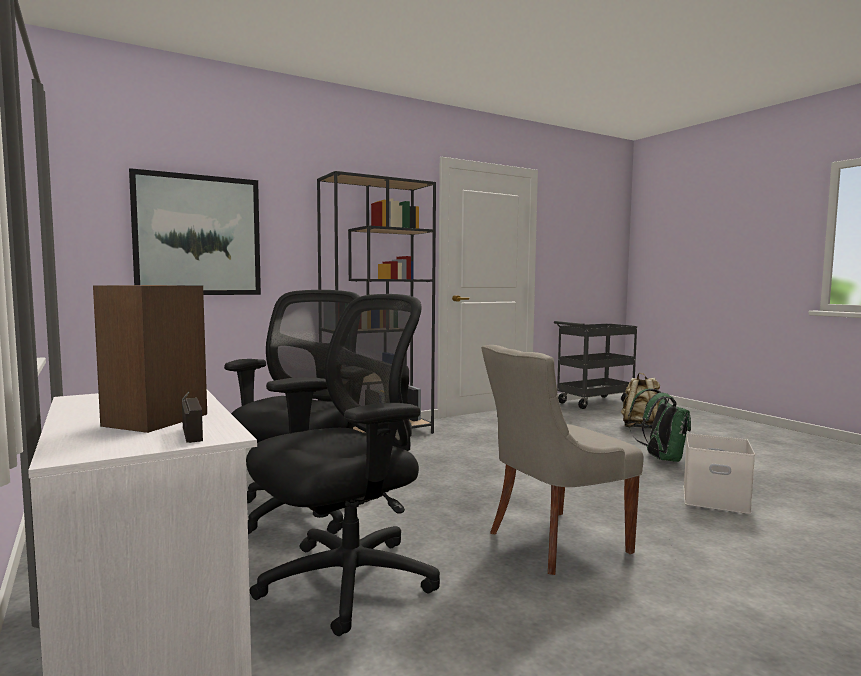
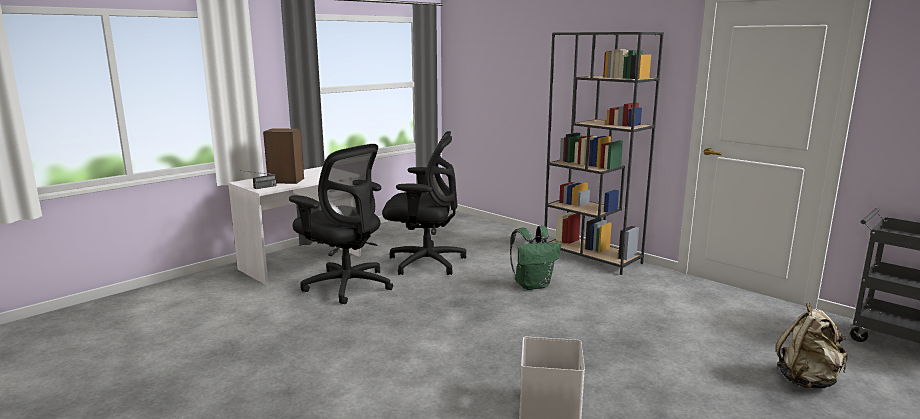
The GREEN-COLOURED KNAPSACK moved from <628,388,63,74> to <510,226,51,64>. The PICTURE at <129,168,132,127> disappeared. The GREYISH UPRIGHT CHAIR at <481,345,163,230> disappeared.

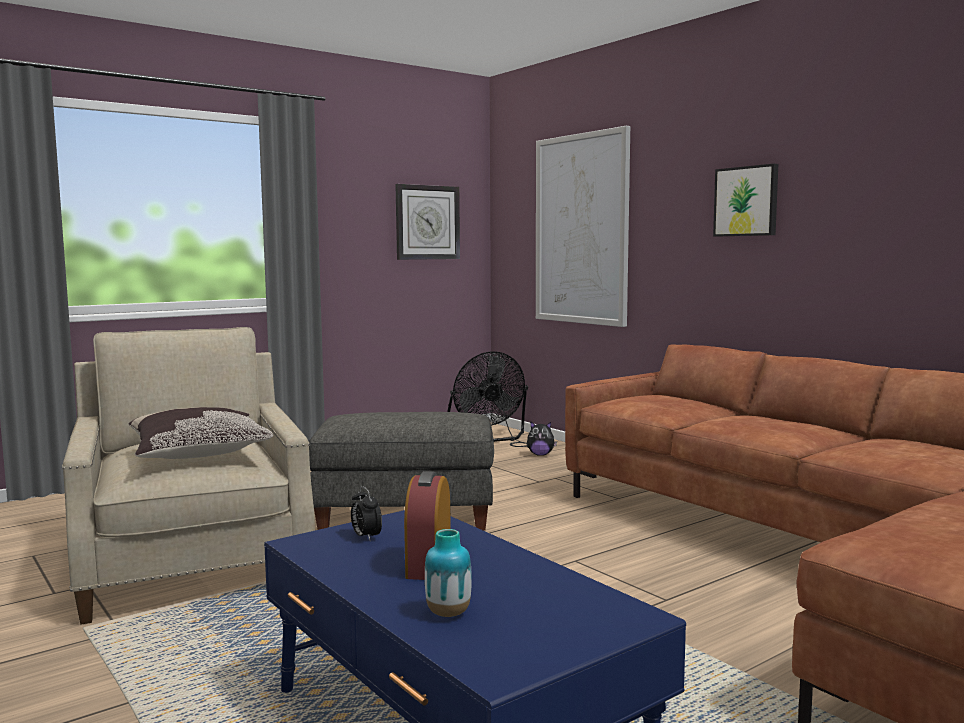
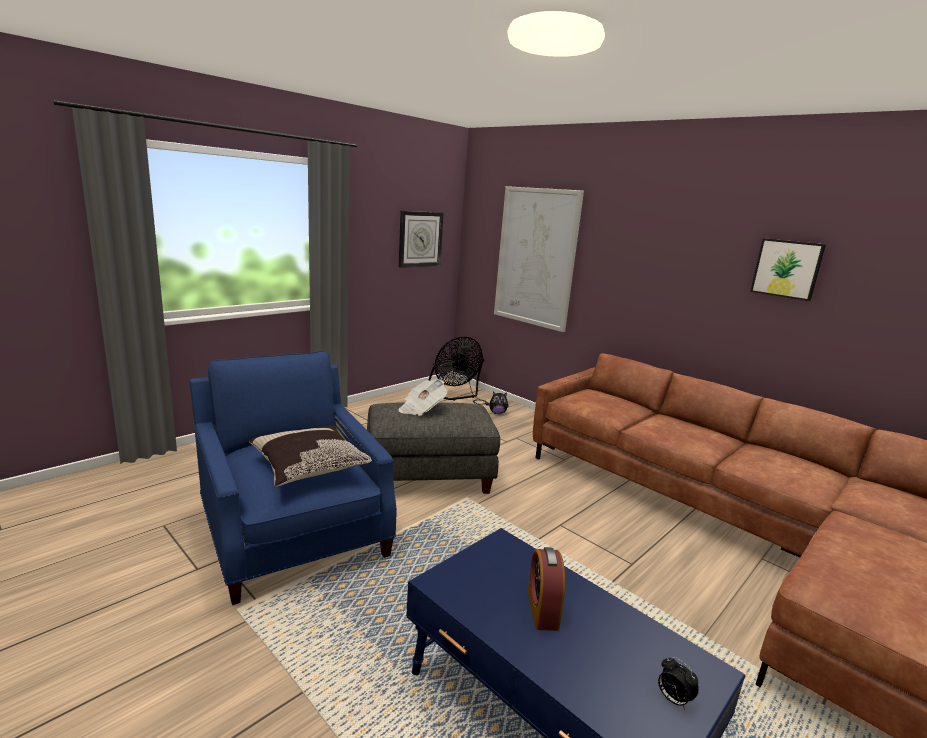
The BEIGE ARMCHAIR at <62,327,253,298> became the BLUE-COLOURED ARMCHAIR at <189,351,208,254>. The DAILY PAPER at <398,379,49,37> appeared. The TABLE CLOCK moved from <351,486,31,54> to <658,657,41,53>. The PICTURE moved from <713,164,65,72> to <750,238,76,63>. The VASE at <425,529,47,88> disappeared.

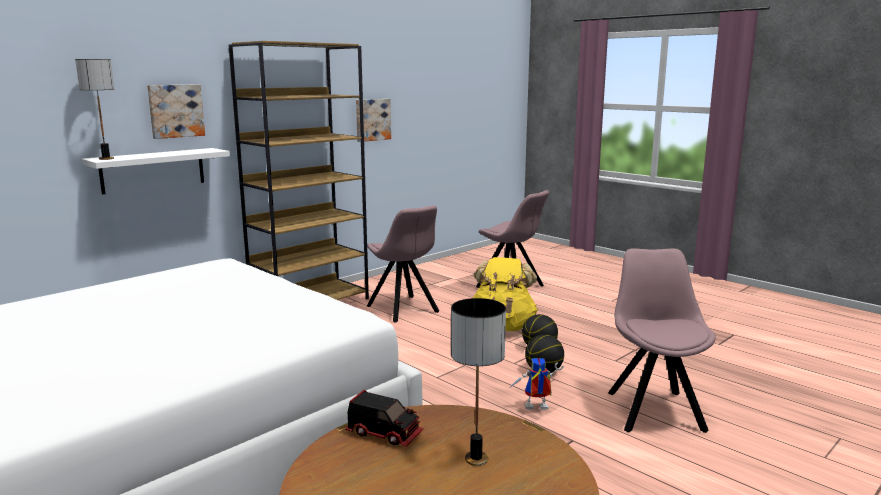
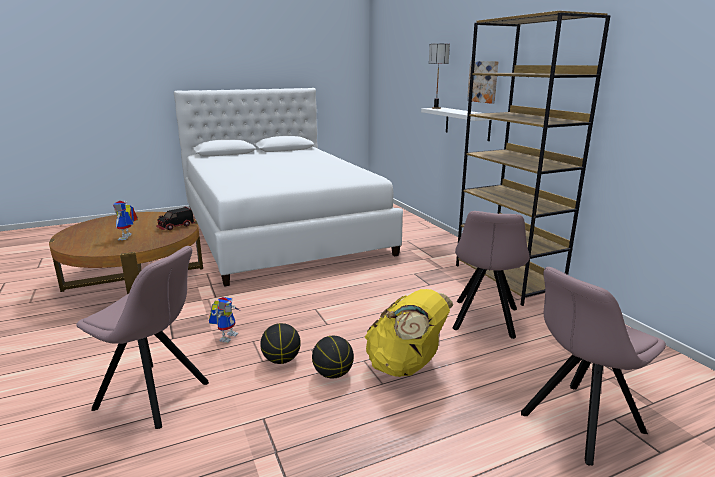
The LAMP FOR A TABLE at <451,298,55,168> was replaced by the MODEL ROBOT at <113,201,25,39>. The PINKISH UPRIGHT CHAIR at <367,205,72,117> turned 60 degrees counterclockwise. The PICTURE at <356,99,35,43> disappeared.

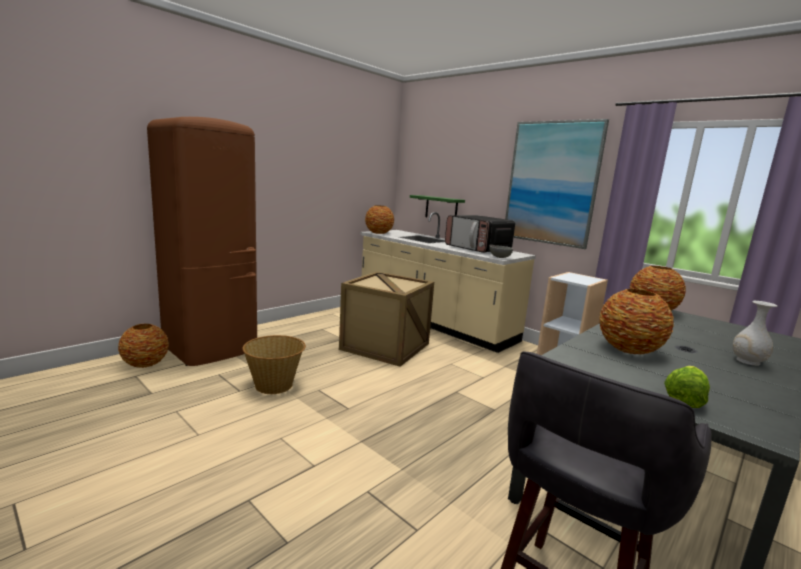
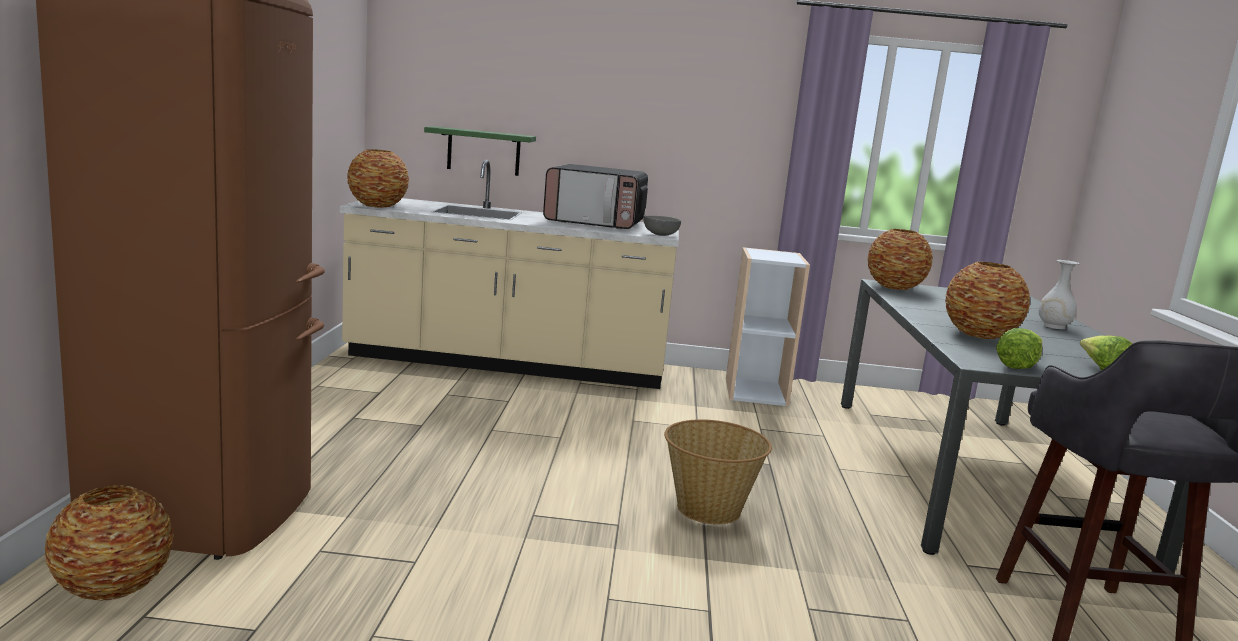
The BASKET moved from <243,335,63,59> to <664,419,108,105>. The LETTUCE HEAD at <996,328,46,41> appeared. The CRATE at <339,271,95,96> disappeared. The PICTURE at <505,119,104,130> disappeared.

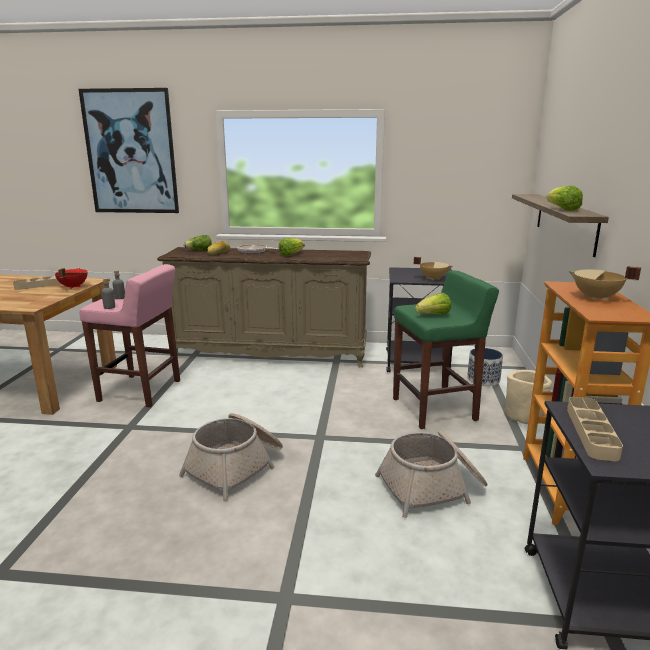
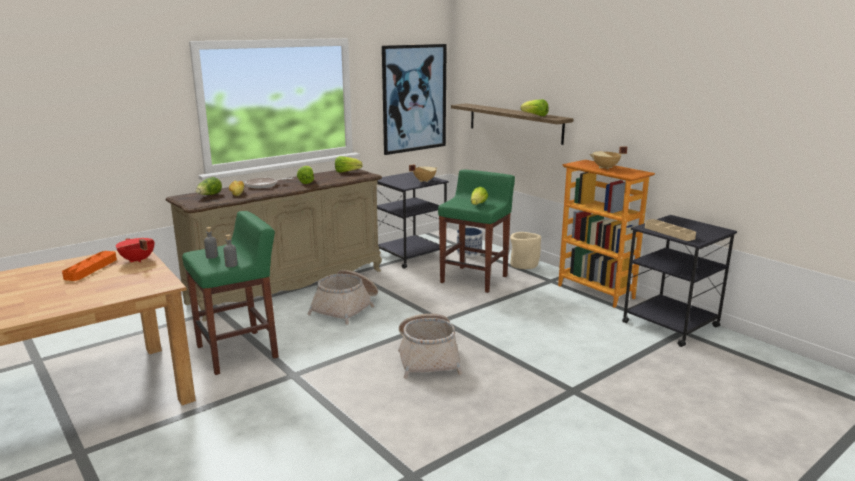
The BEIGE TRAY at <13,276,49,14> became the ORANGEY TRAY at <62,251,55,30>. The PINKISH SITTING STOOL at <79,264,101,143> became the GREEN-COLOURED SITTING STOOL at <182,211,97,164>. The BASKET moved from <375,430,113,88> to <308,270,70,55>. The LETTUCE HEAD at <335,156,28,17> appeared. The PICTURE moved from <78,88,101,125> to <382,44,65,111>.

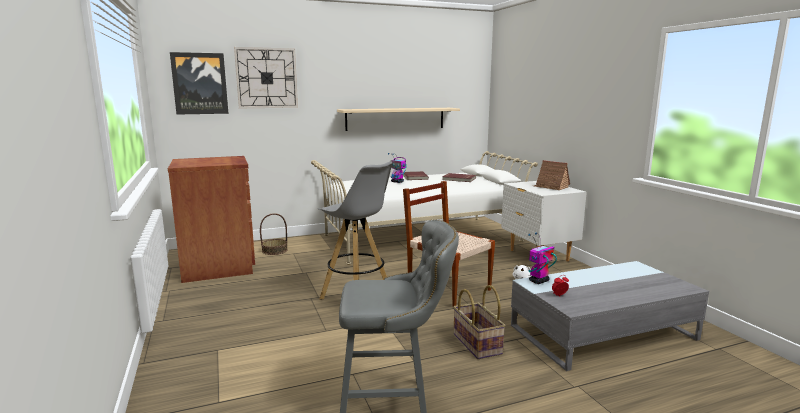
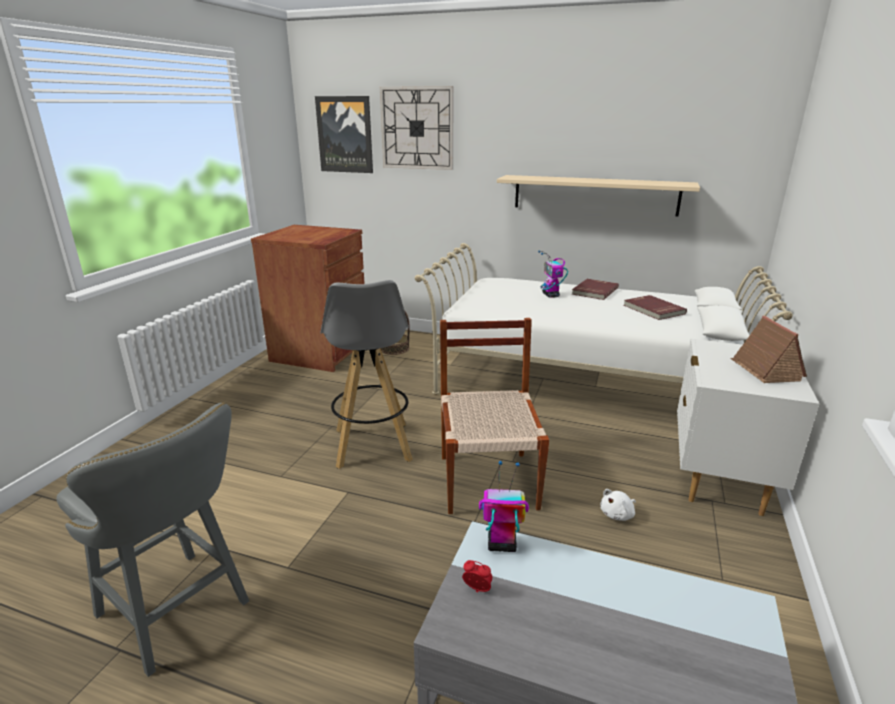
The BASKET at <454,285,52,74> disappeared.

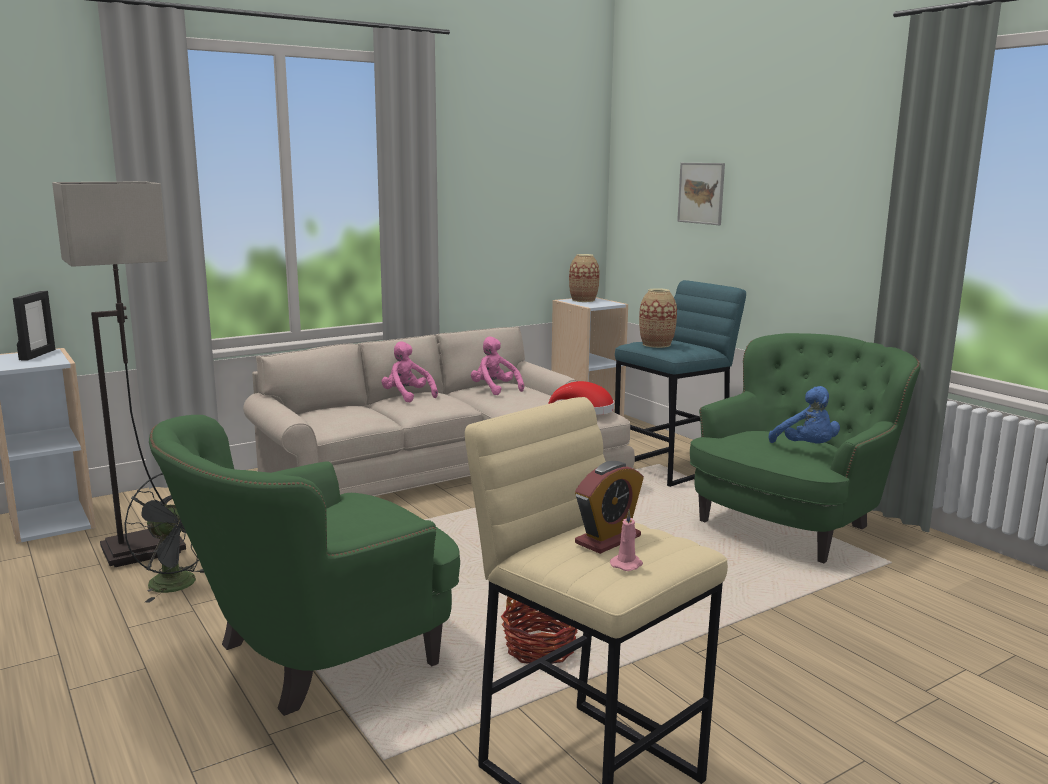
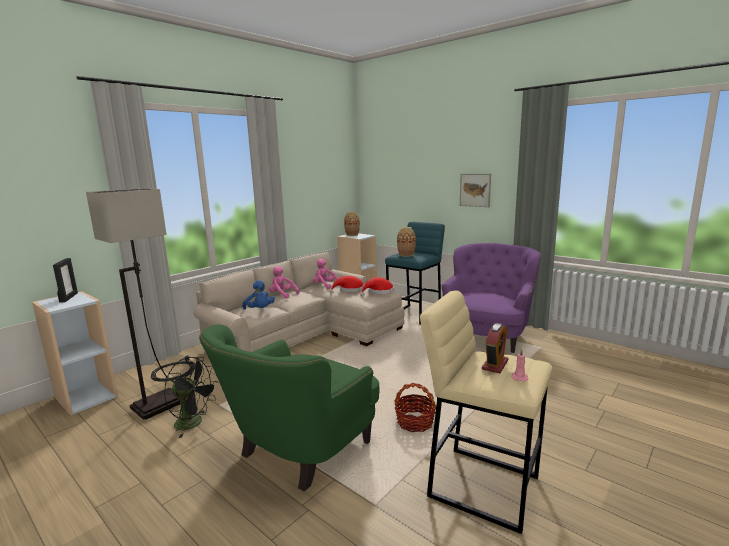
The BLUE-COLOURED CUDDLY TOY moved from <769,386,71,58> to <242,280,33,30>. The RED-COLOURED CLOTHING HAT at <330,276,34,18> appeared. The GREEN-COLOURED ARMCHAIR at <690,333,231,230> became the PURPLE ARMCHAIR at <441,243,100,110>. The PICTURE moved from <677,163,48,62> to <460,174,31,33>.

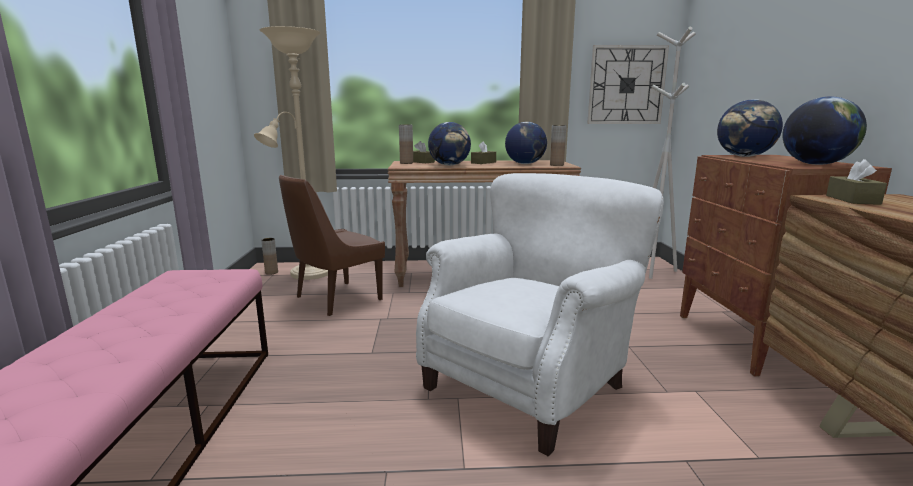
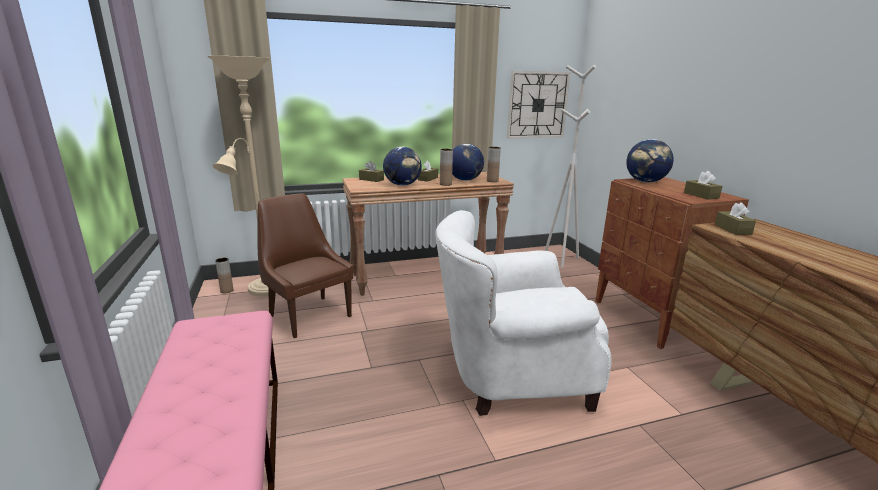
The BROWN UPRIGHT CHAIR at <279,175,106,141> turned 105 degrees clockwise. The WHITISH ARMCHAIR at <416,173,248,283> turned 120 degrees counterclockwise. The BROWN VASE moved from <399,125,14,39> to <440,149,13,37>. The GLOBE at <782,96,85,69> was replaced by the BROWN TISSUE BOX at <684,171,38,29>.

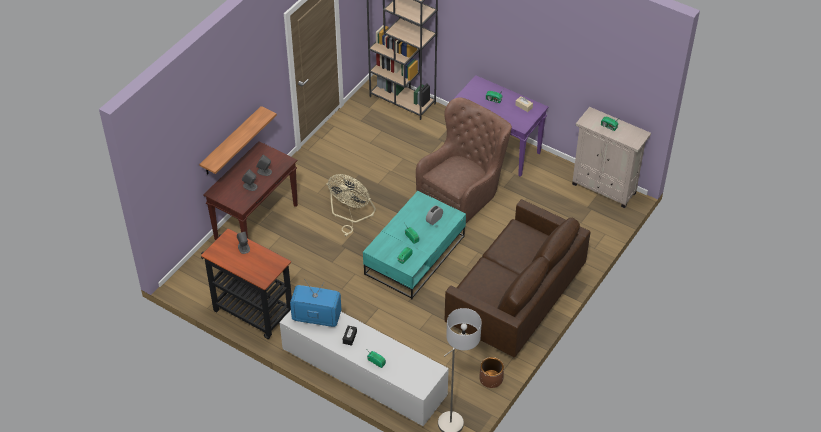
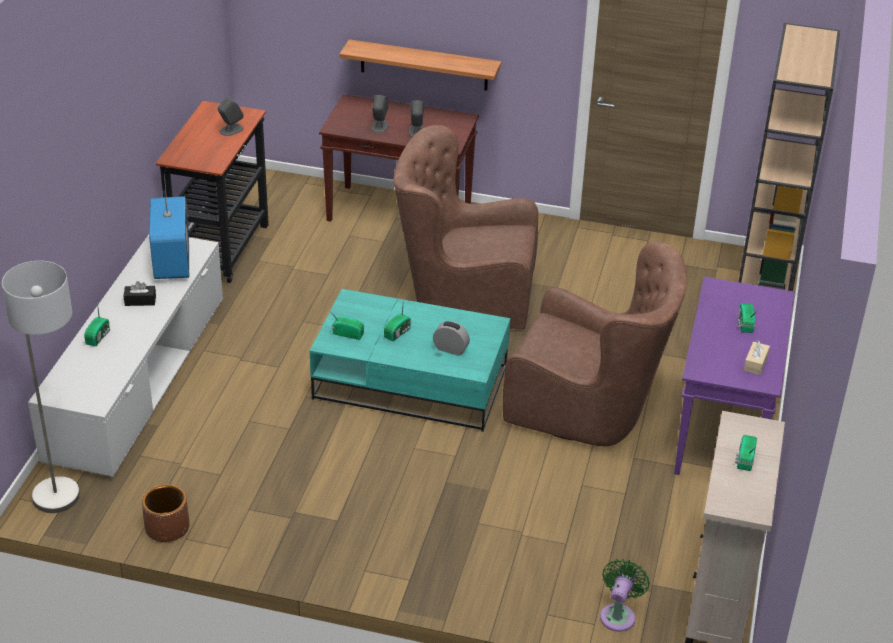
The BEIGE ELECTRIC FAN at <326,174,50,63> was replaced by the BROWN ARMCHAIR at <394,125,144,204>. The GREEN-COLOURED ELECTRIC FAN at <600,559,50,73> appeared. The BROWN SETTEE at <445,199,146,158> disappeared.

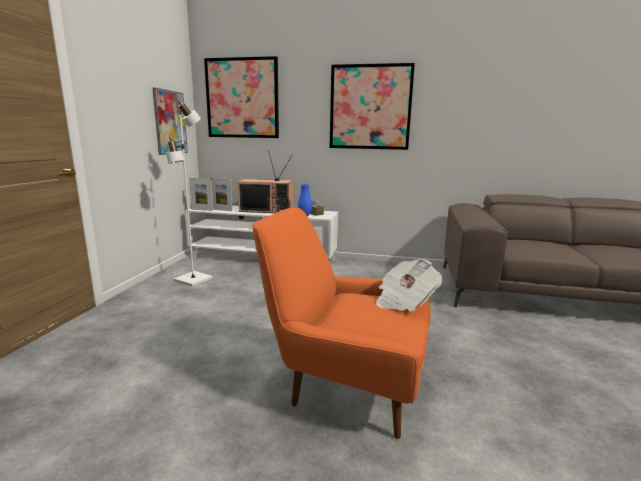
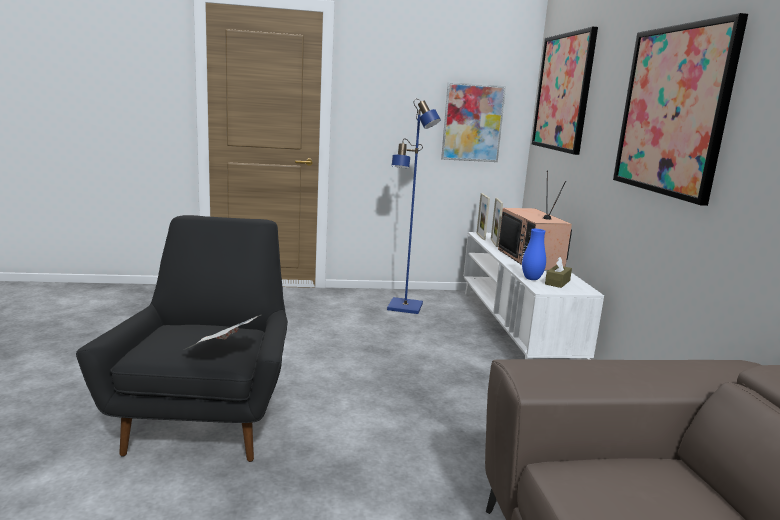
The ORANGEY ARMCHAIR at <252,208,179,231> became the BLACK ARMCHAIR at <76,215,212,247>. The WHITISH FLOOR LAMP at <166,101,46,186> became the BLUE-COLOURED FLOOR LAMP at <387,98,54,216>.

